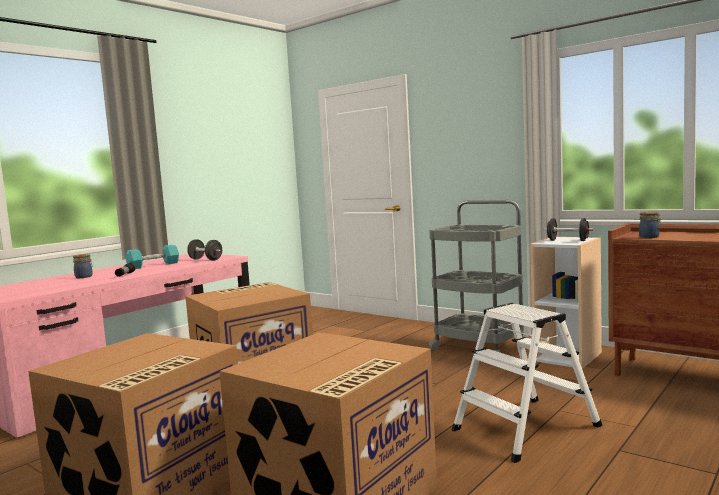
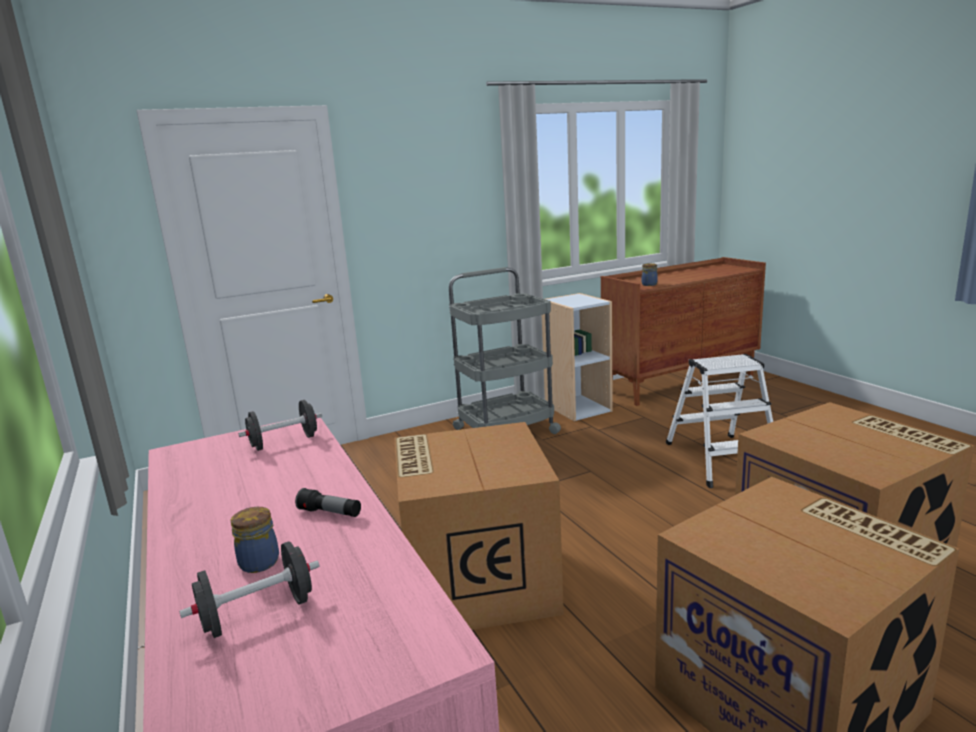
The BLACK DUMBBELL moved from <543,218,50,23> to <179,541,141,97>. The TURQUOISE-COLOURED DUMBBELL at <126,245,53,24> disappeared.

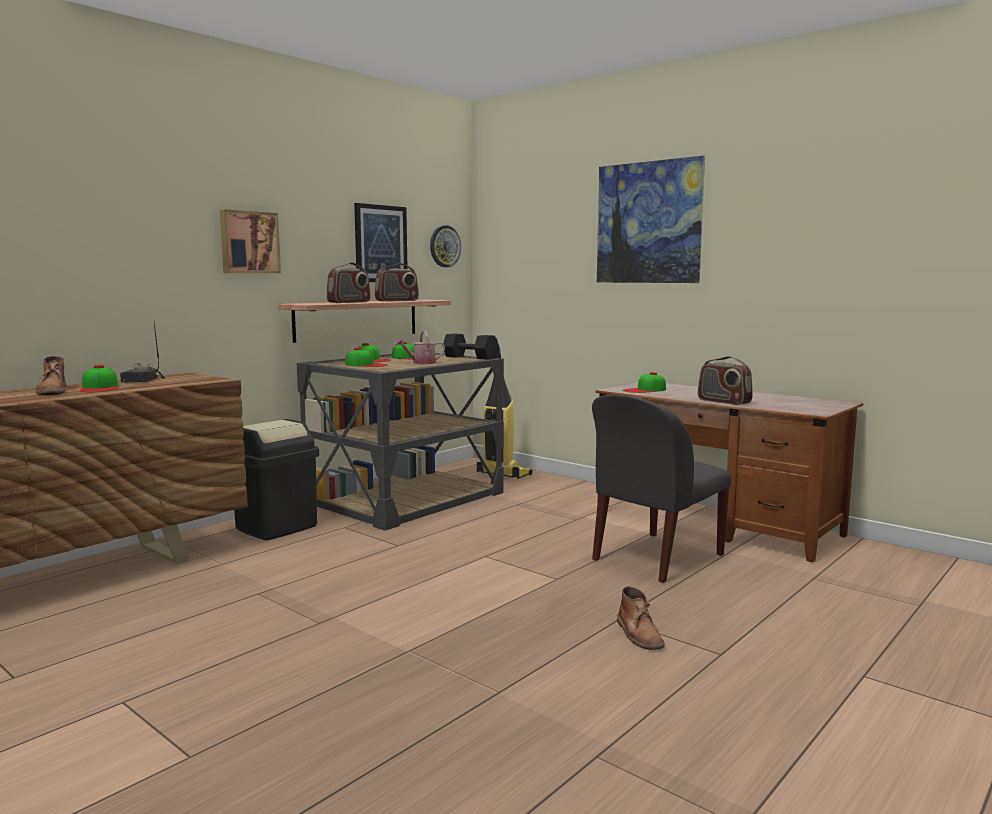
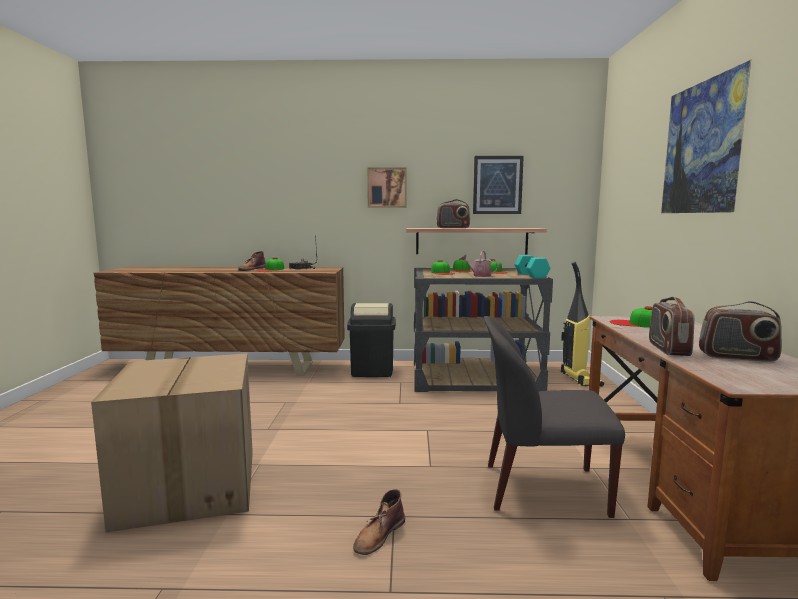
The CARTON at <91,354,162,178> appeared. The BLACK DUMBBELL at <443,333,55,27> became the TURQUOISE-COLOURED DUMBBELL at <515,255,35,23>. The RADIO SET moved from <375,263,44,38> to <699,301,83,61>. The WALL CLOCK at <430,225,31,42> disappeared.

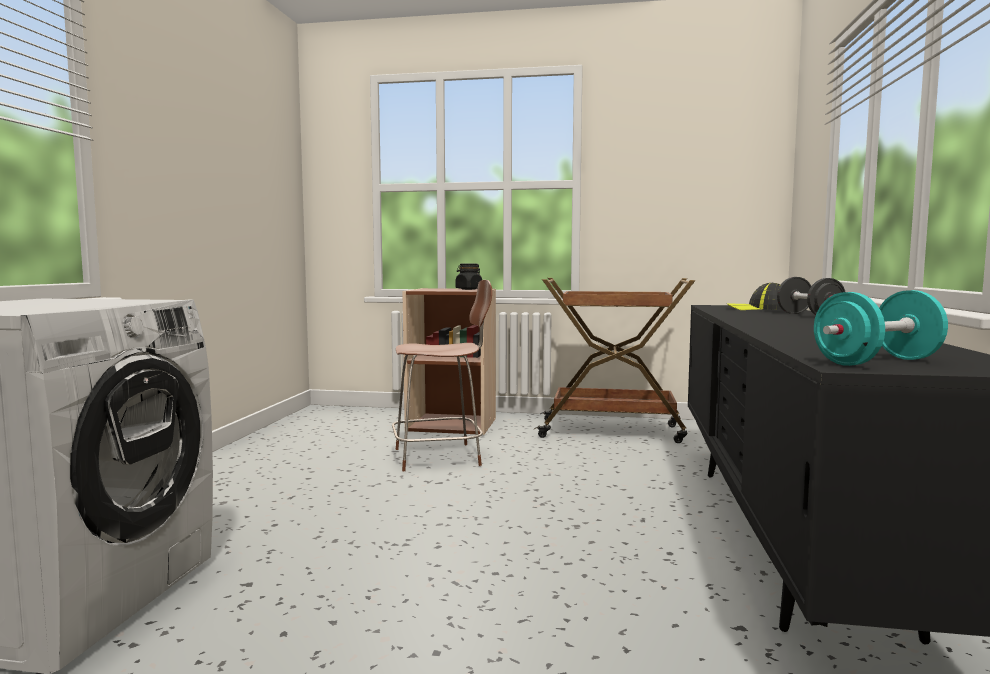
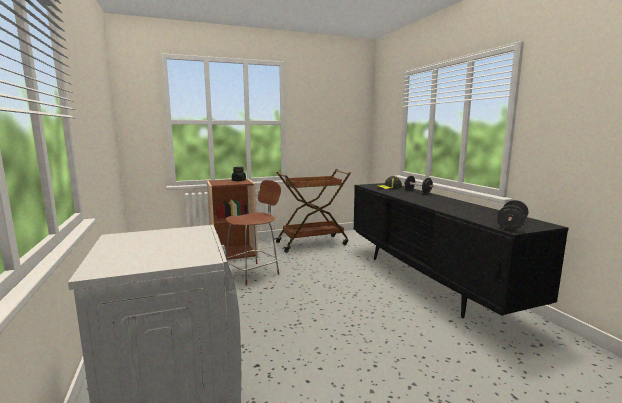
The TURQUOISE-COLOURED DUMBBELL at <814,290,134,76> became the BLACK DUMBBELL at <497,200,31,30>.

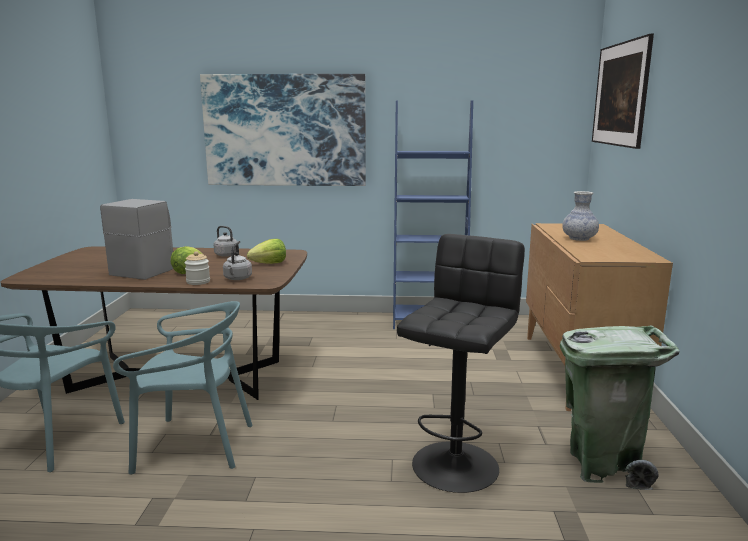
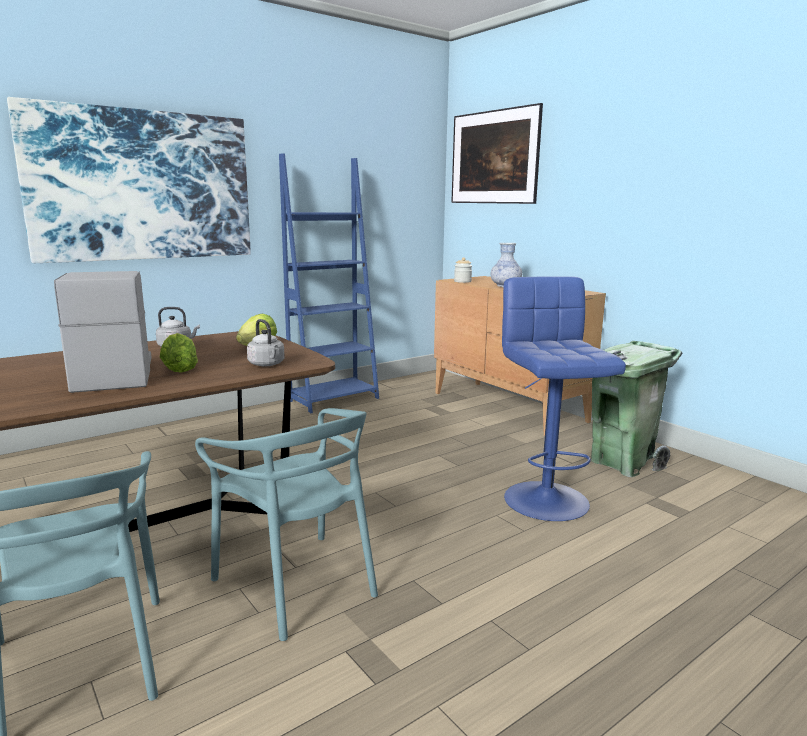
The TURQUOISE-COLOURED UPRIGHT CHAIR at <113,301,140,173> turned 90 degrees clockwise. The PRESERVE JAR moved from <185,251,25,34> to <454,258,18,25>. The BLACK SITTING STOOL at <397,234,128,259> became the BLUE-COLOURED SITTING STOOL at <502,276,124,245>.

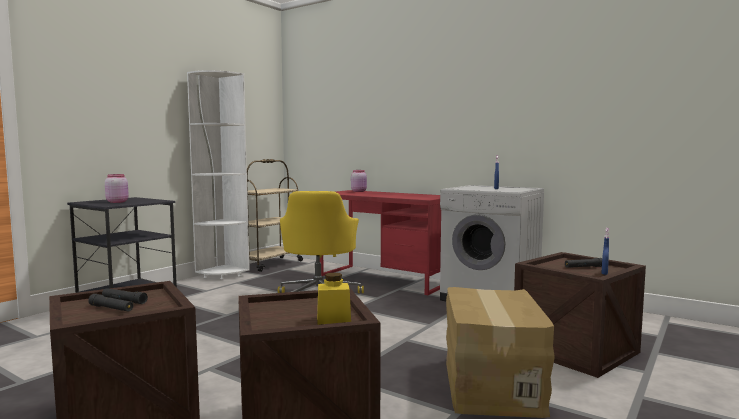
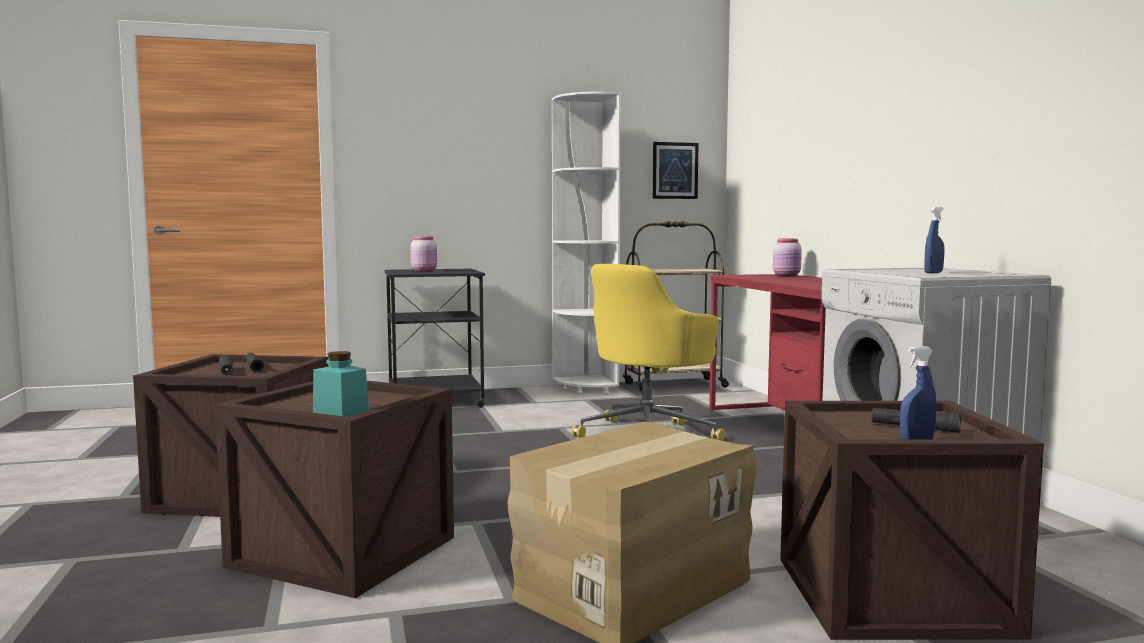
The YELLOW-COLOURED PRESERVE JAR at <317,273,34,52> became the TURQUOISE-COLOURED PRESERVE JAR at <313,351,56,66>. The PICTURE at <653,142,46,57> appeared.

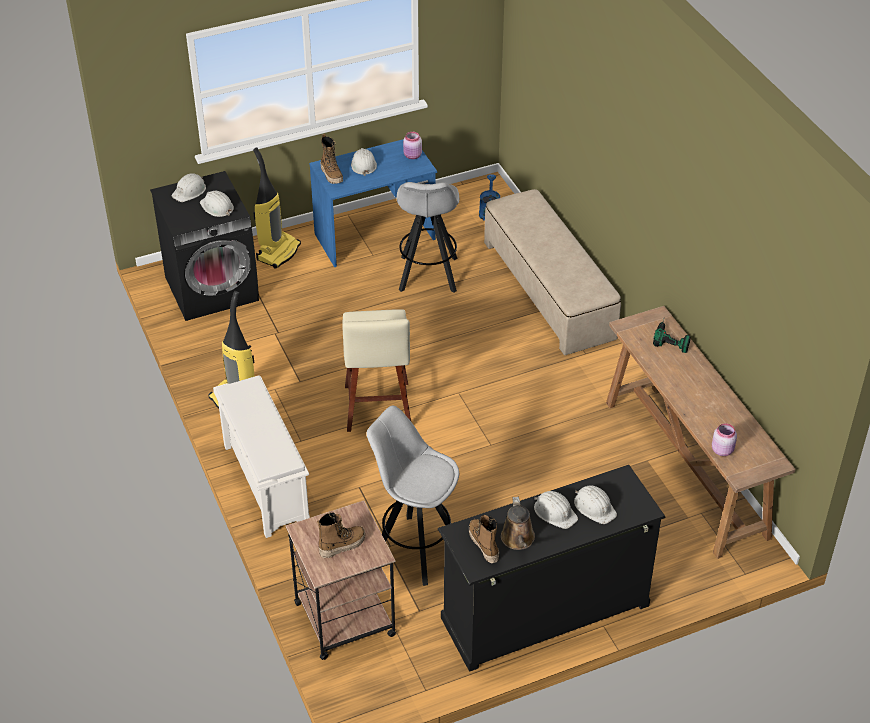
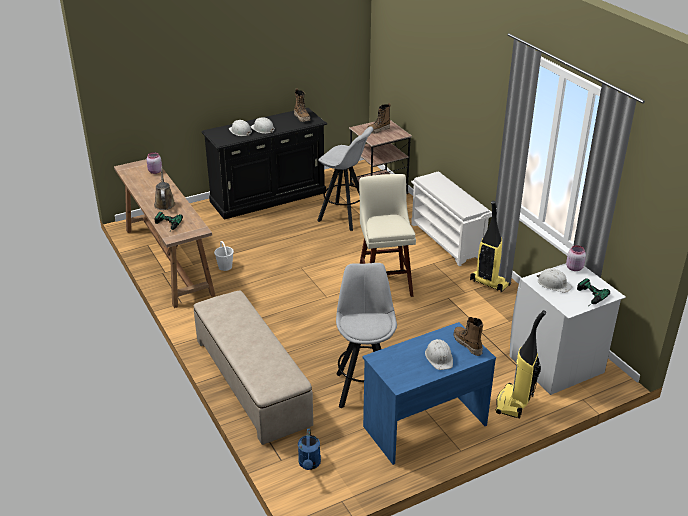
The BROWN WATERING POT moved from <501,497,34,53> to <154,167,22,43>. The WHITISH BUCKET at <214,241,20,30> appeared. The BLACK LAUNDRY APPLIANCE at <150,171,109,150> became the WHITISH LAUNDRY APPLIANCE at <510,263,116,132>. The PINKISH PRESERVE JAR moved from <403,132,19,27> to <566,245,20,26>. The WHITISH SAFETY HELMET at <171,173,35,29> was replaced by the ELECTRIC DRILL at <577,278,33,26>.

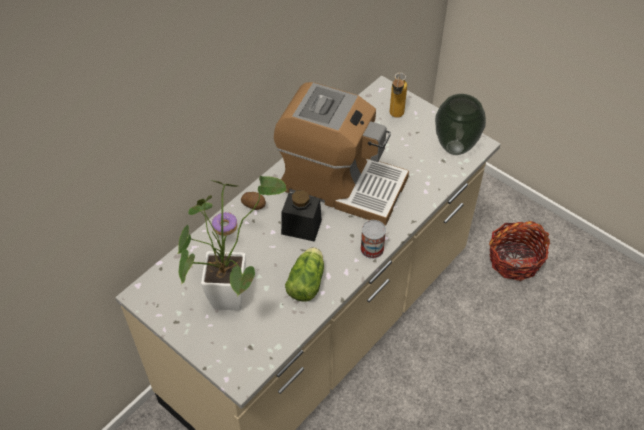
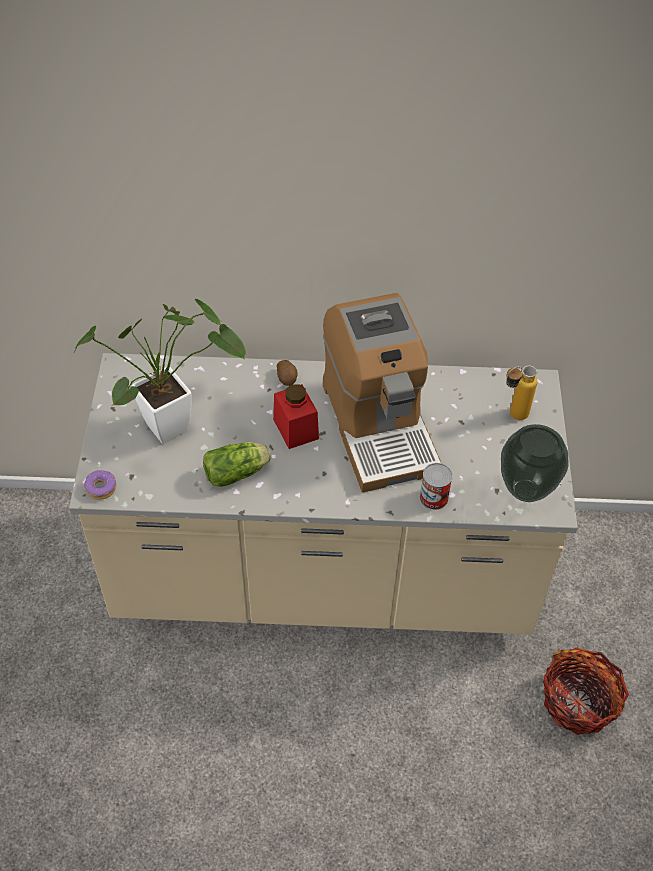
The DOUGHNUT moved from <212,212,25,24> to <84,470,32,30>. The BLACK PRESERVE JAR at <281,190,41,52> became the RED-COLOURED PRESERVE JAR at <273,384,46,65>. The SEALED CAN moved from <360,220,26,39> to <420,463,33,47>.

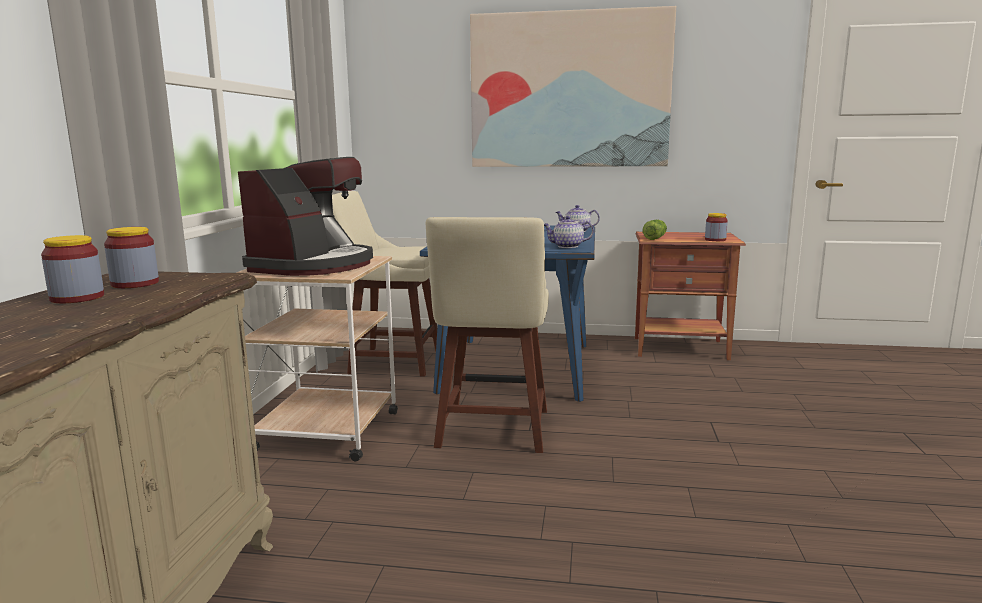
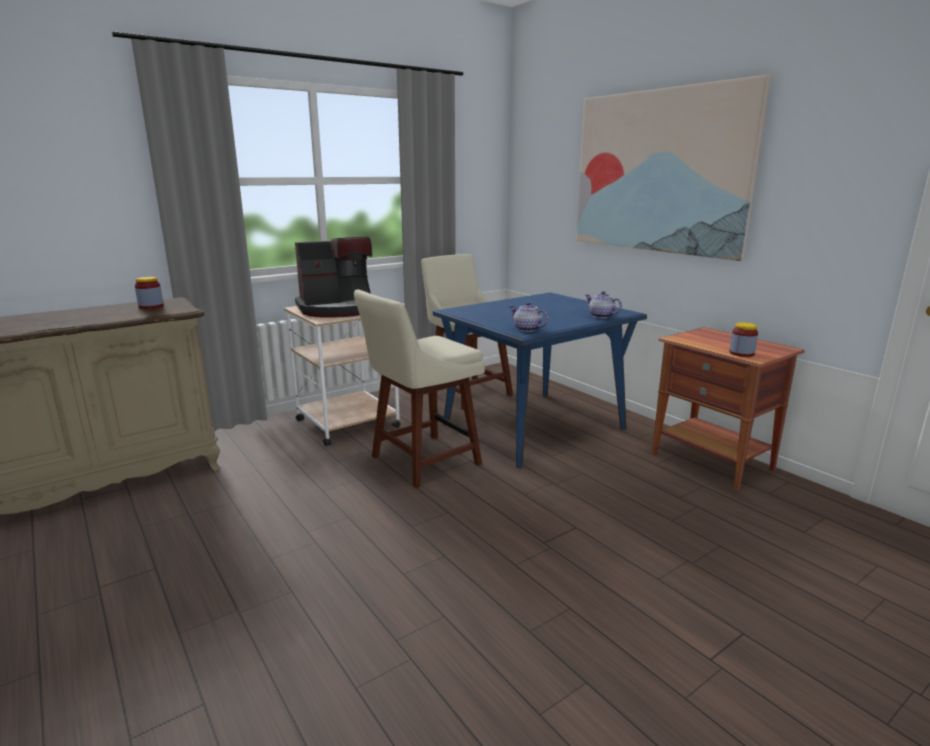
The PRESERVE JAR at <41,235,63,68> disappeared. The LETTUCE HEAD at <643,220,24,20> disappeared.

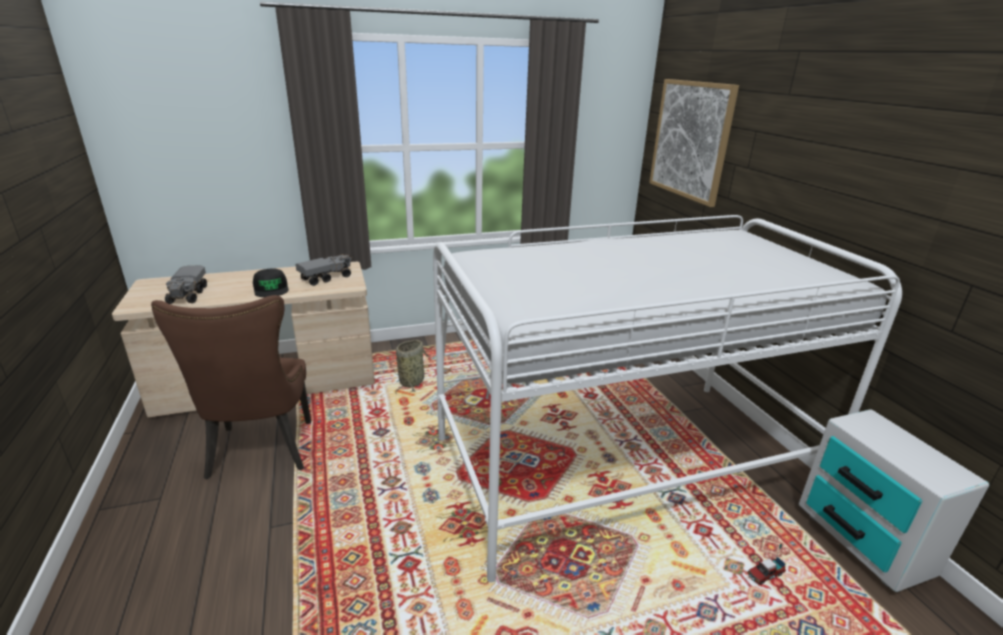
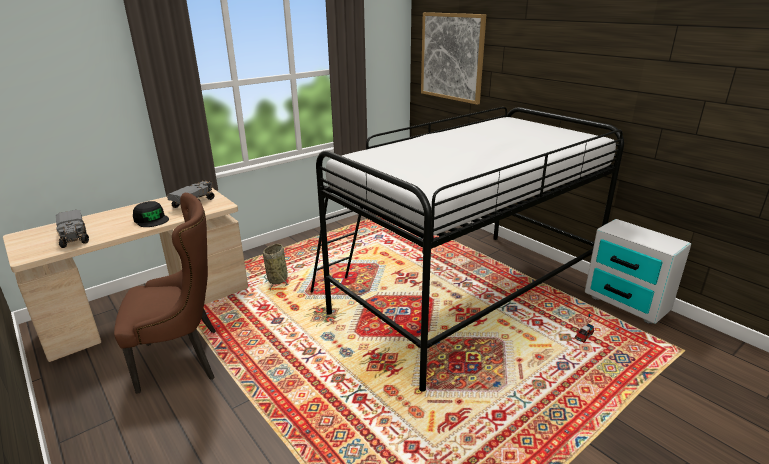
The BROWN UPRIGHT CHAIR at <151,295,160,184> turned 75 degrees counterclockwise. The WHITISH SLEEPING BED at <433,215,469,367> became the BLACK SLEEPING BED at <311,107,313,285>.

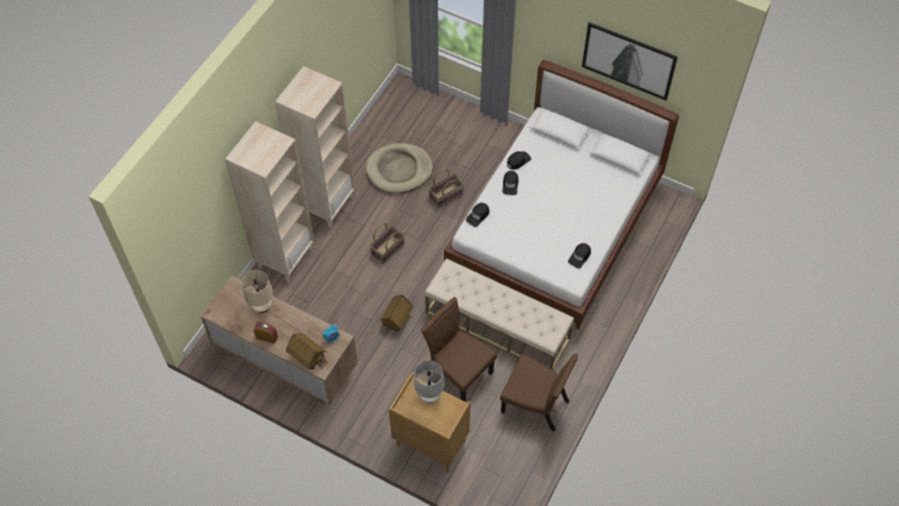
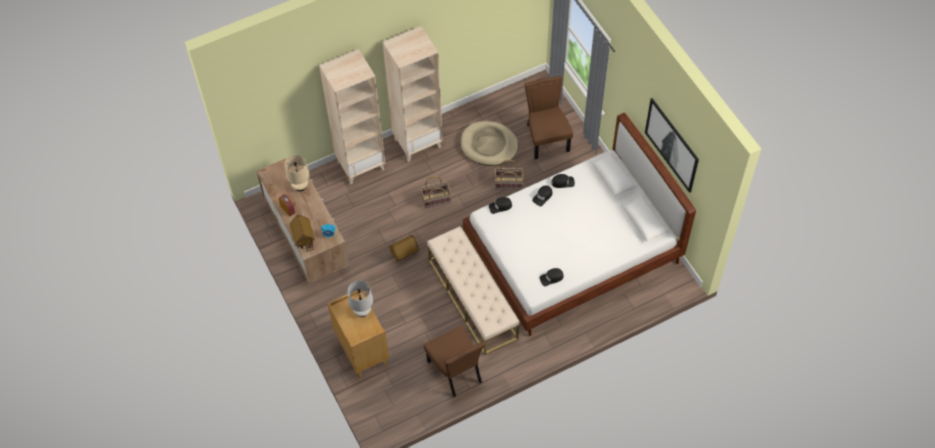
The BROWN UPRIGHT CHAIR moved from <421,297,76,105> to <524,75,49,85>.

